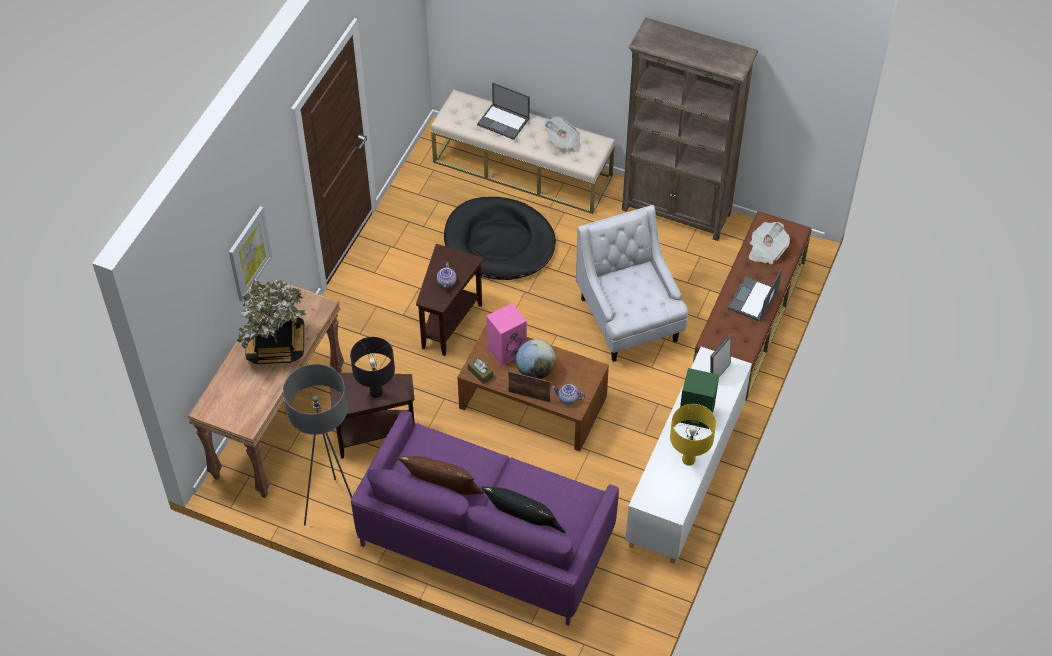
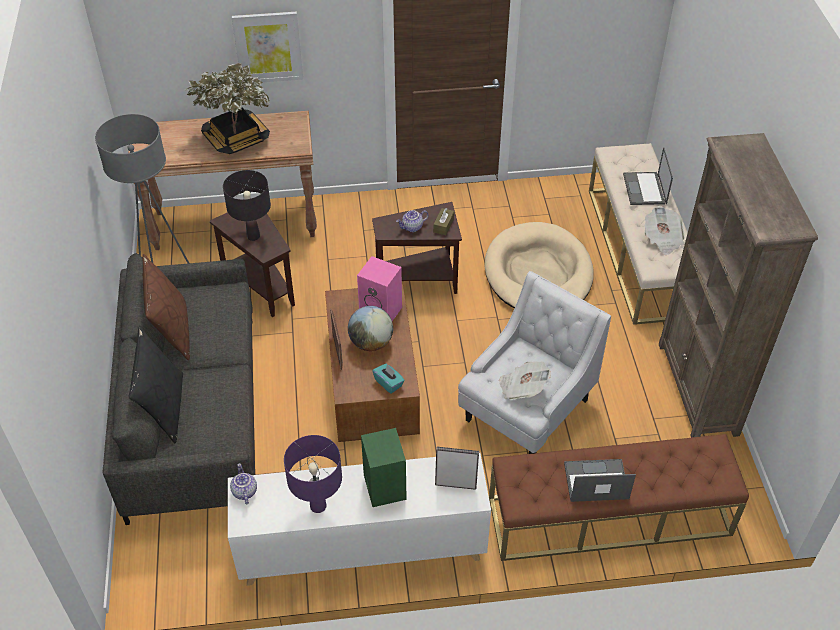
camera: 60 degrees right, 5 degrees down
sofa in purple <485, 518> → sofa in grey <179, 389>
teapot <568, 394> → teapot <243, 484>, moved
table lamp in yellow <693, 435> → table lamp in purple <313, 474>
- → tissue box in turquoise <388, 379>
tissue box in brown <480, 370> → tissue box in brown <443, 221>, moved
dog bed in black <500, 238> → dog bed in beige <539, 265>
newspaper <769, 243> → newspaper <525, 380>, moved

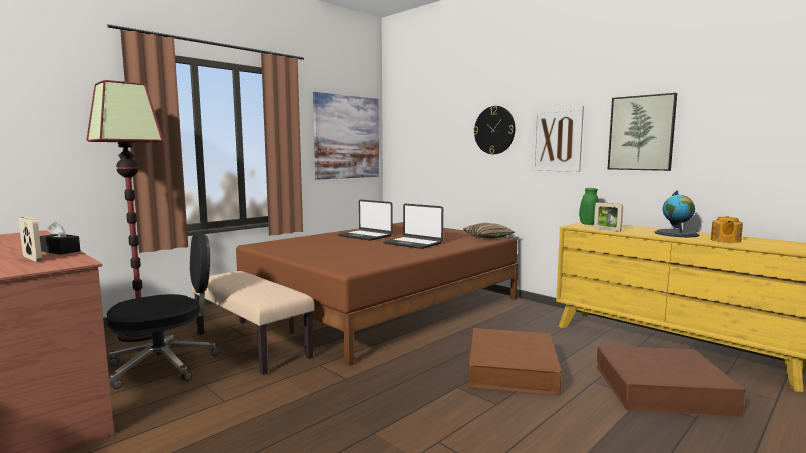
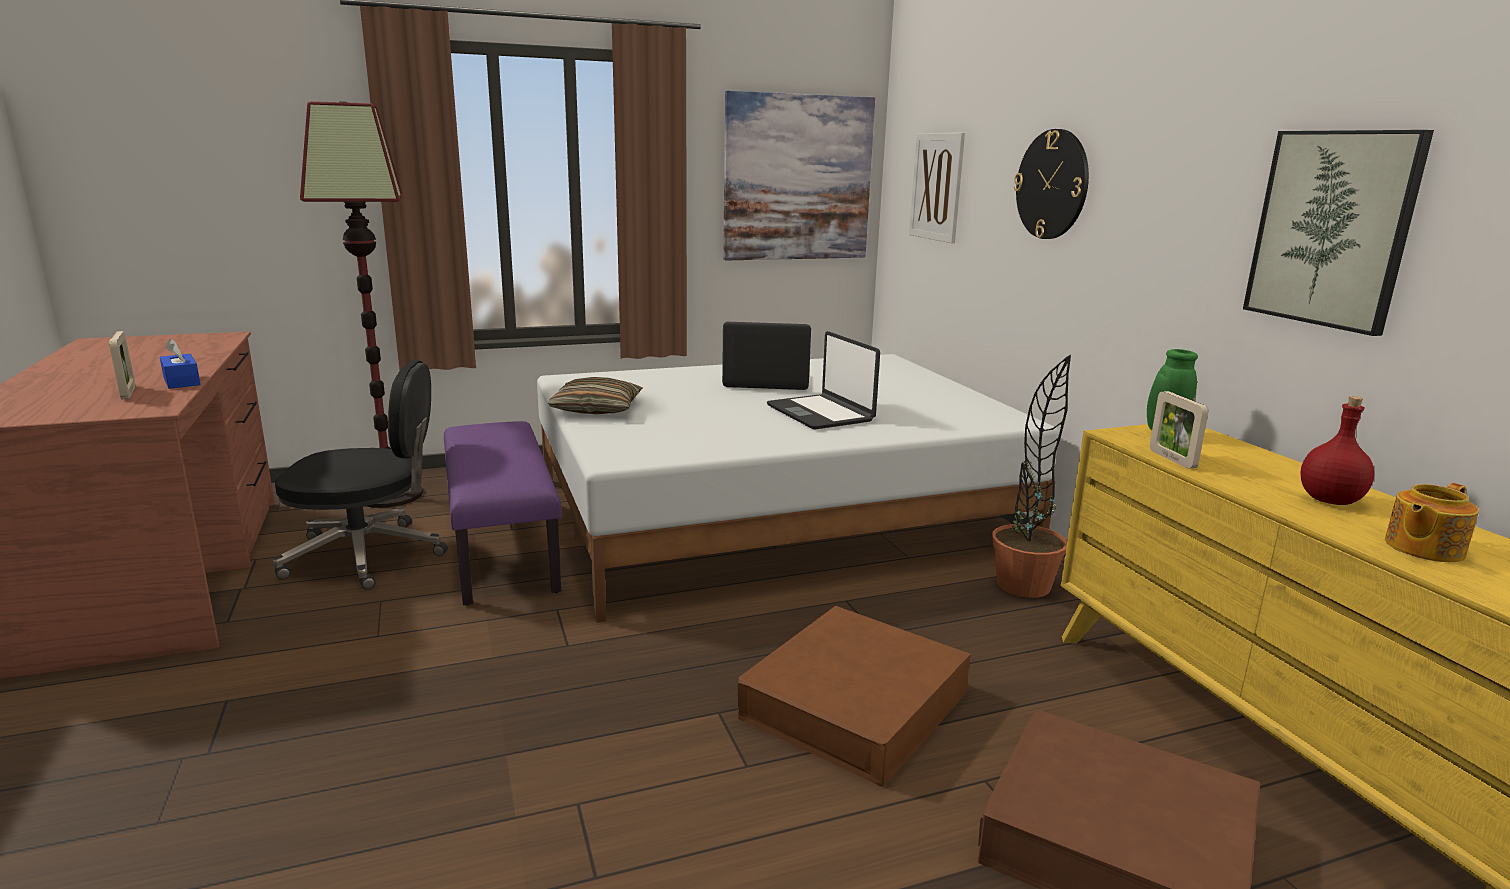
camera: 25 degrees right, 10 degrees up
tissue box in black <60, 238> → tissue box in blue <180, 364>
bench in beige <253, 323> → bench in purple <503, 513>
bed in brown <377, 294> → bed in white <798, 488>
pillow <489, 231> → pillow <595, 395>, moved
laptop <365, 220> → laptop <766, 356>, 120 degrees clockwise
picture <558, 139> → picture <937, 188>, moved
- → potted plant <1031, 476>
globe <676, 214> → bottle in red <1337, 450>

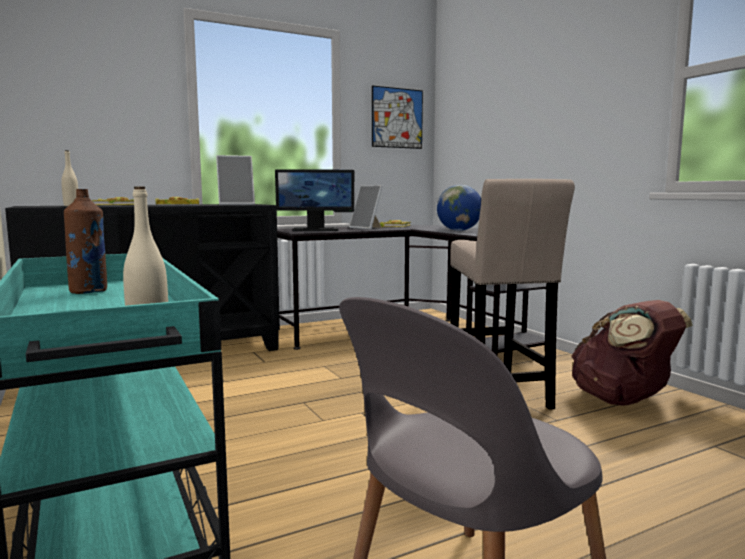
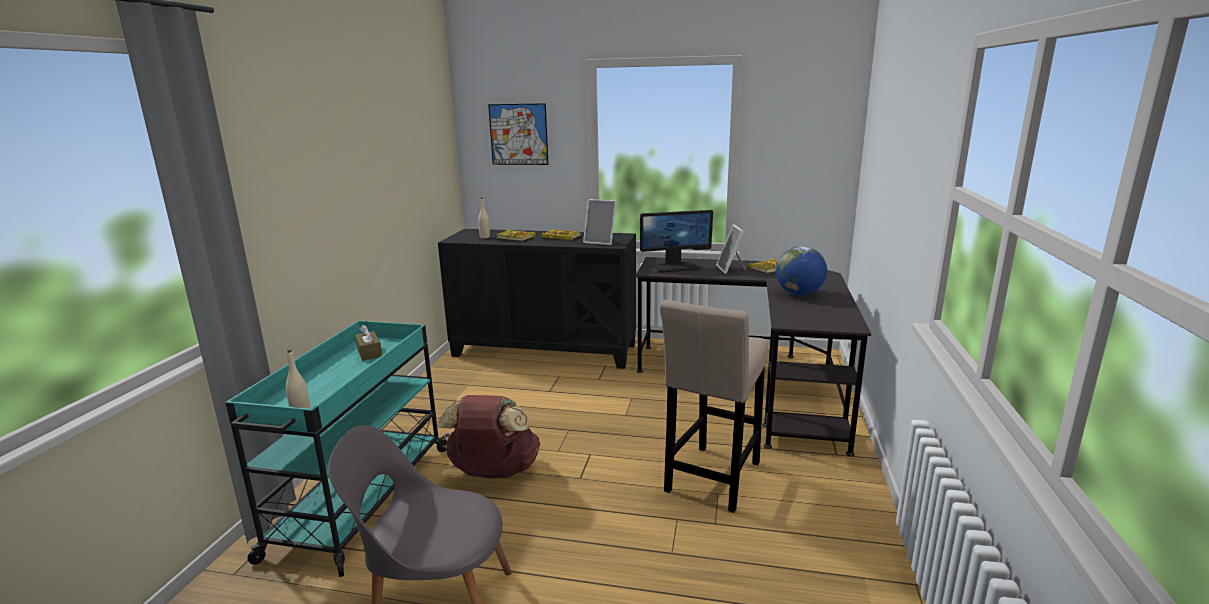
camera: 40 degrees right, 10 degrees up
bottle in brown <85, 241> → tissue box in brown <368, 342>
backpack in brown <632, 353> → backpack in brown <488, 436>, moved
picture <397, 117> → picture <518, 134>, moved
monitor <314, 200> → monitor <676, 241>, 45 degrees counterclockwise

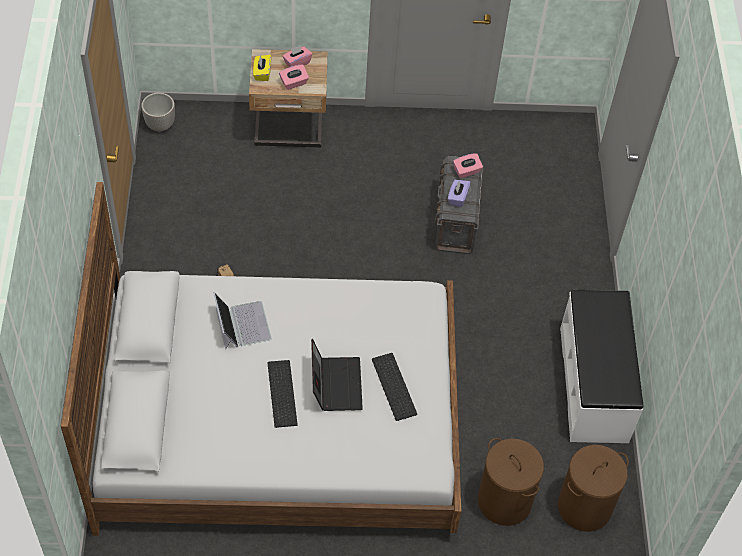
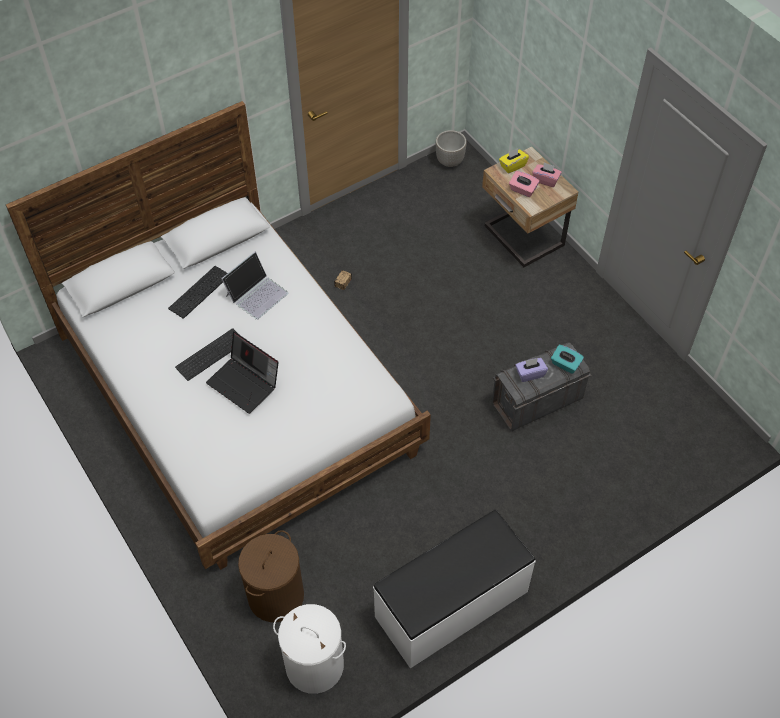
camera: 60 degrees right, 0 degrees up
keyboard <394, 387> → keyboard <198, 292>, moved
laptop <337, 374> → laptop <242, 373>, 75 degrees clockwise
laundry basket in brown <593, 488> → laundry basket in white <309, 649>
tissue box in pink <468, 165> → tissue box in turquoise <567, 359>

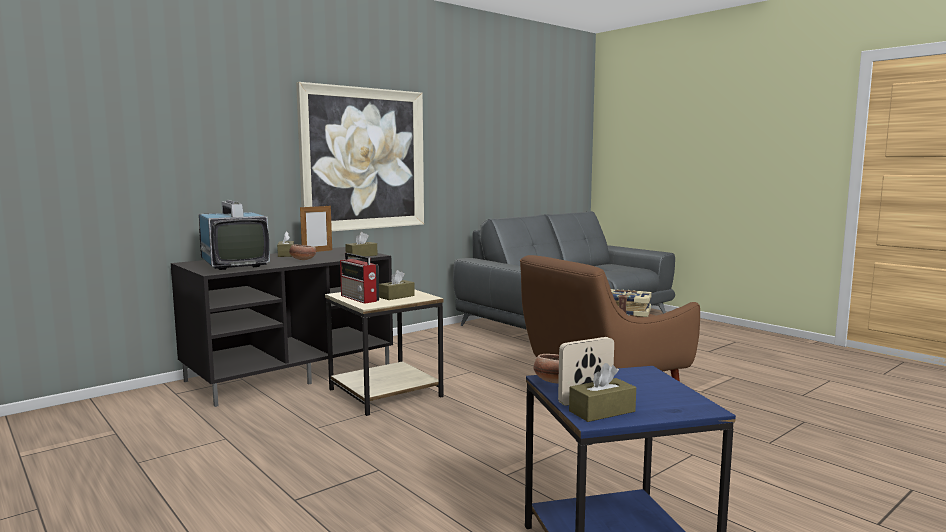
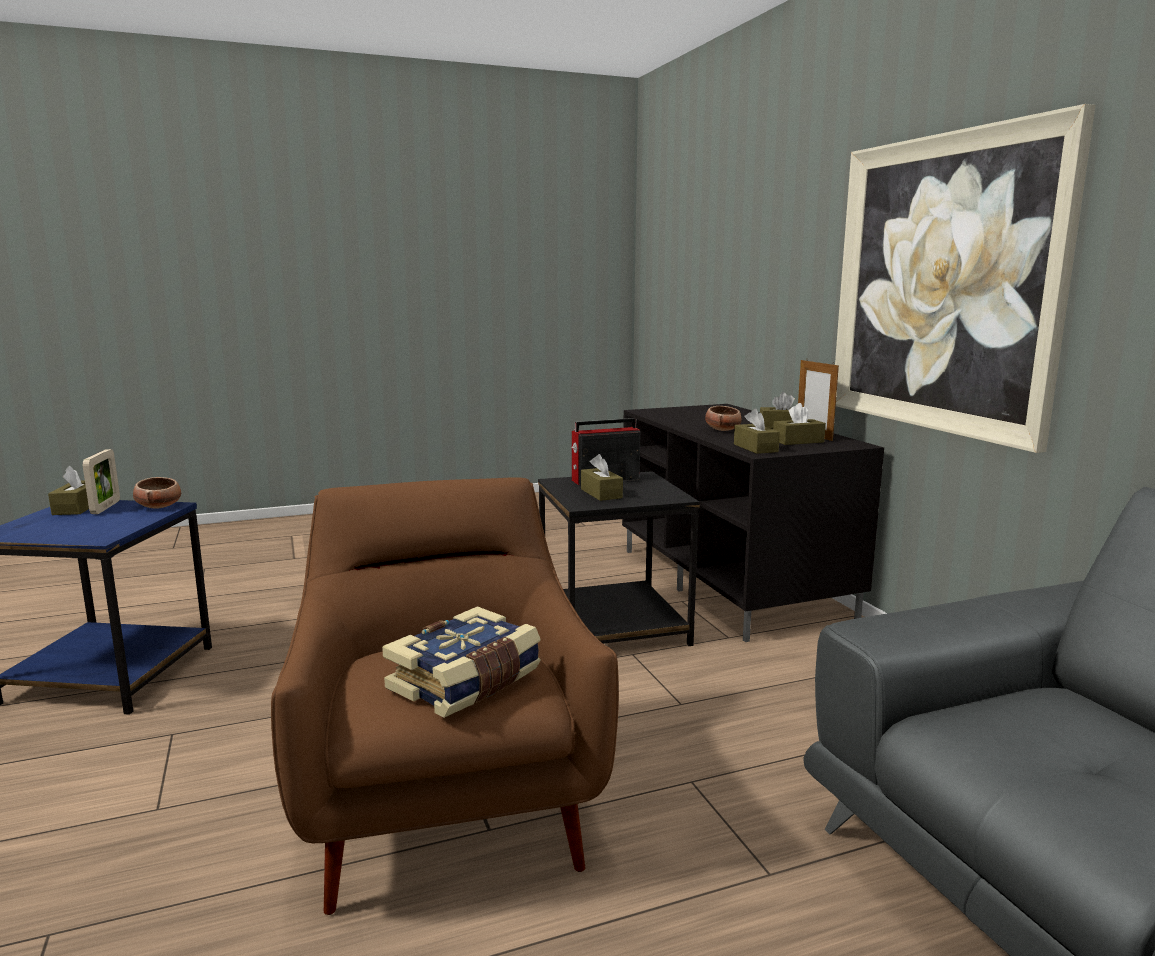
camera: 110 degrees right, 5 degrees up
side table in beige <384, 353> → side table in black <619, 558>
- → tissue box in brown <799, 424>
television <234, 235> → -

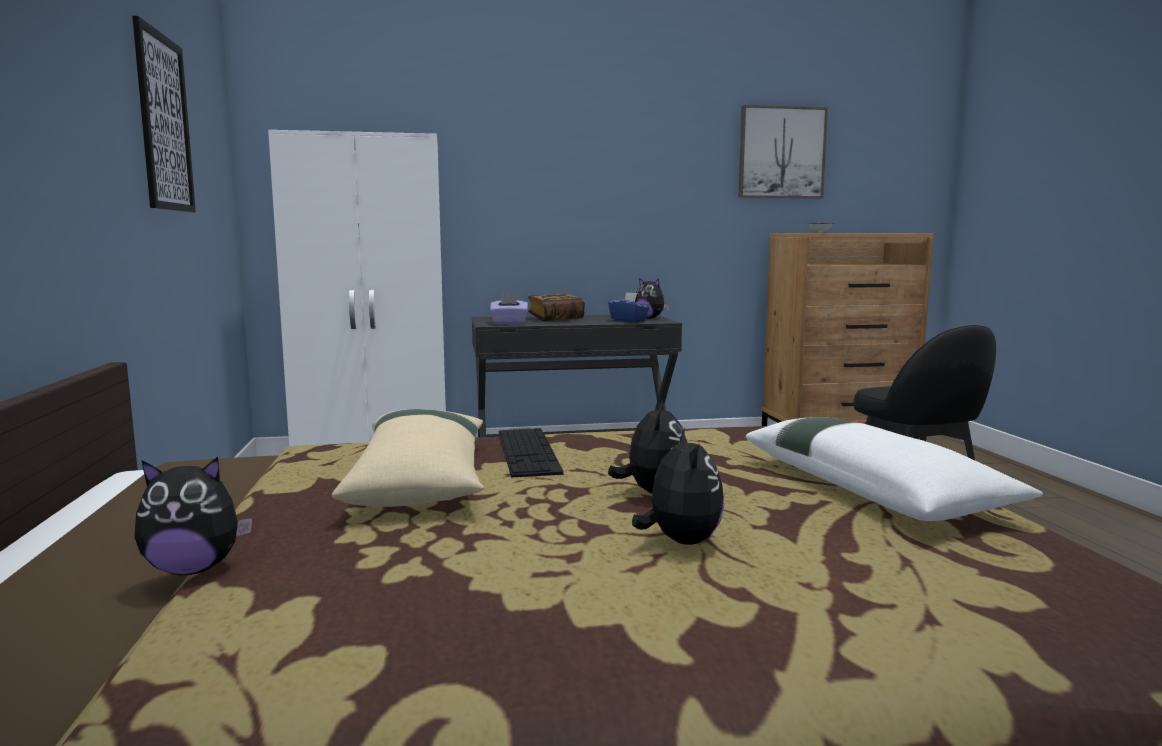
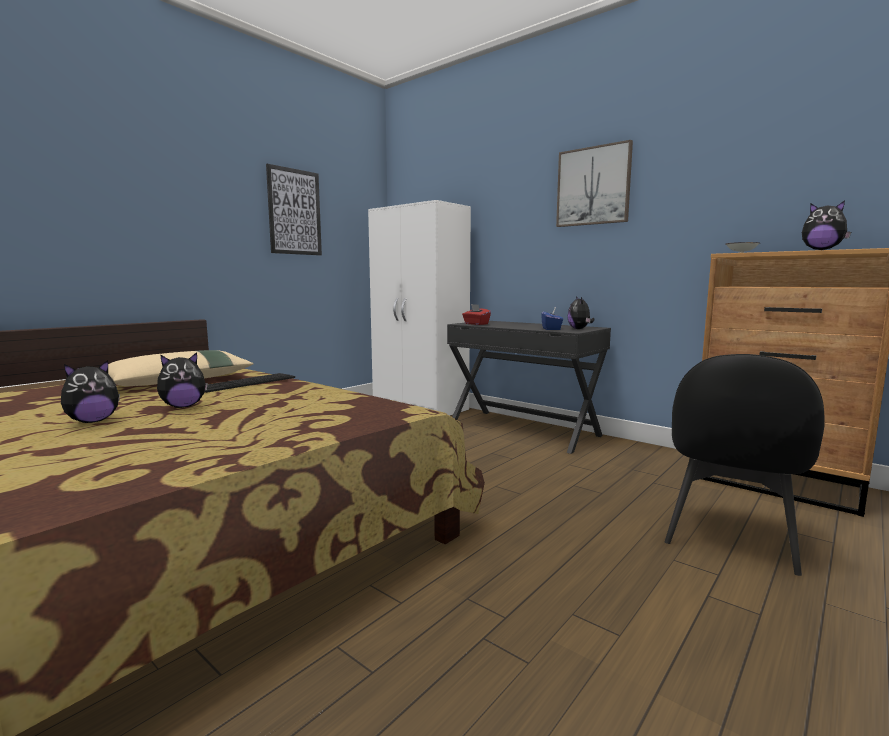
camera: 50 degrees right, 0 degrees up
tissue box in purple <509, 309> → tissue box in red <476, 314>
picture <783, 151> → picture <594, 183>, moved
plush toy <193, 516> → plush toy <826, 225>, moved
book <556, 307> → -
pillow in white <894, 469> → -

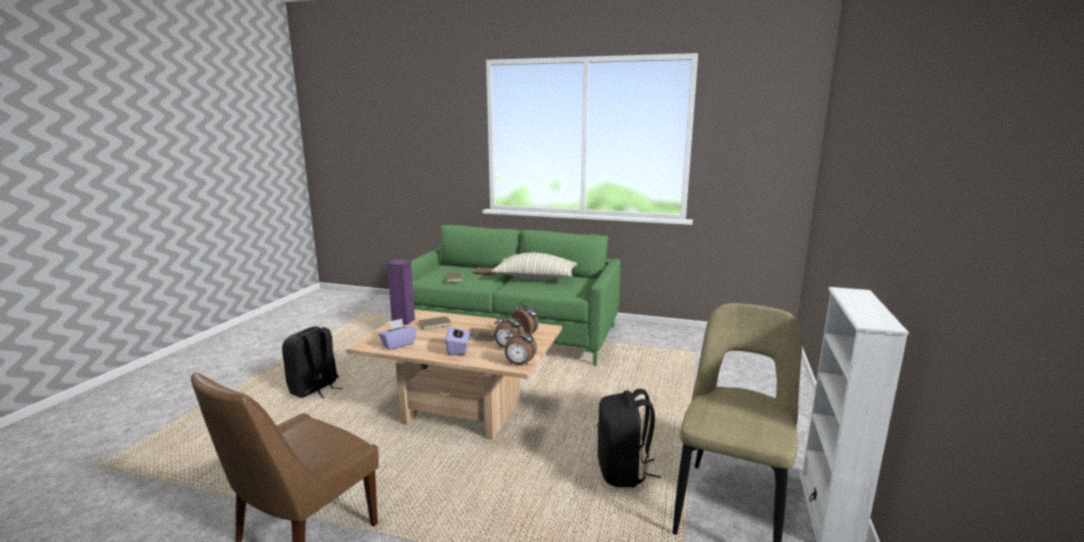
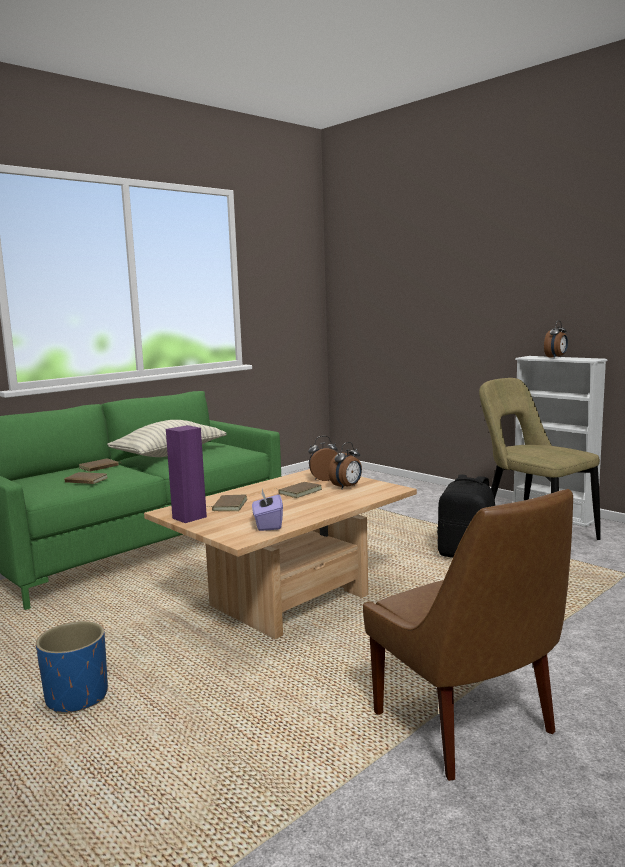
camera: 60 degrees left, 5 degrees down
backpack in black <312, 362> → planter in blue <72, 667>
alarm clock <520, 345> → alarm clock <556, 339>, moved
tissue box in purple <458, 339> → -

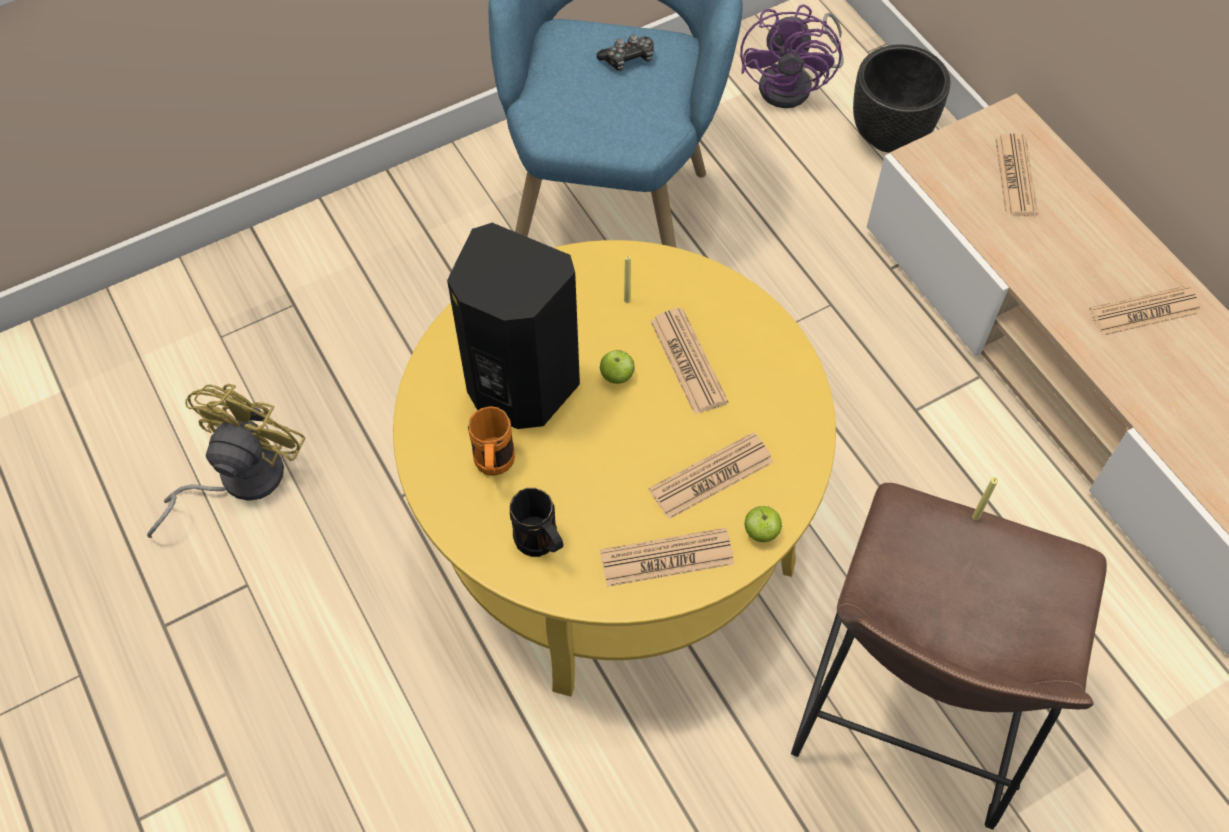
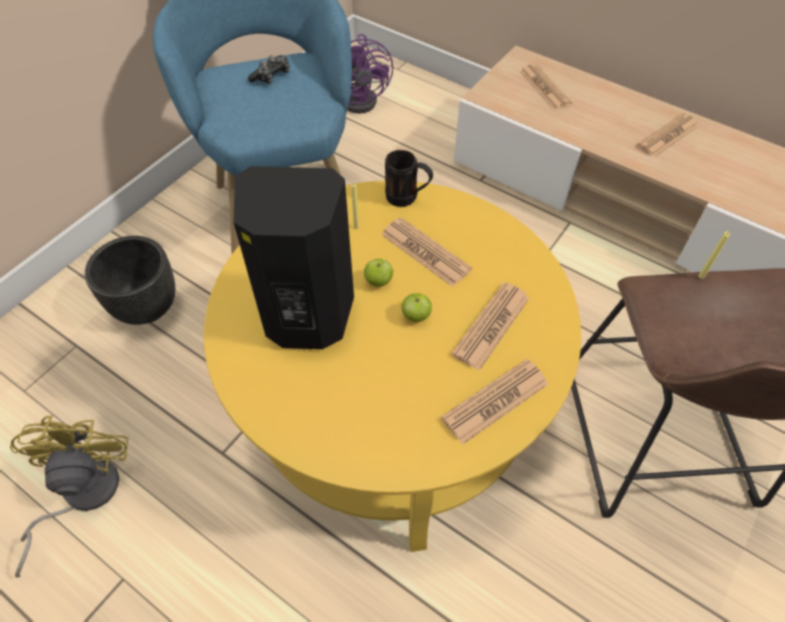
camera: 25 degrees left, 5 degrees down
planter in black <901, 99> → planter in black <130, 280>, moved
mug in black <536, 522> → mug in black <409, 178>, moved
apple <763, 524> → apple <417, 307>, moved
mug in orange <491, 441> → -

